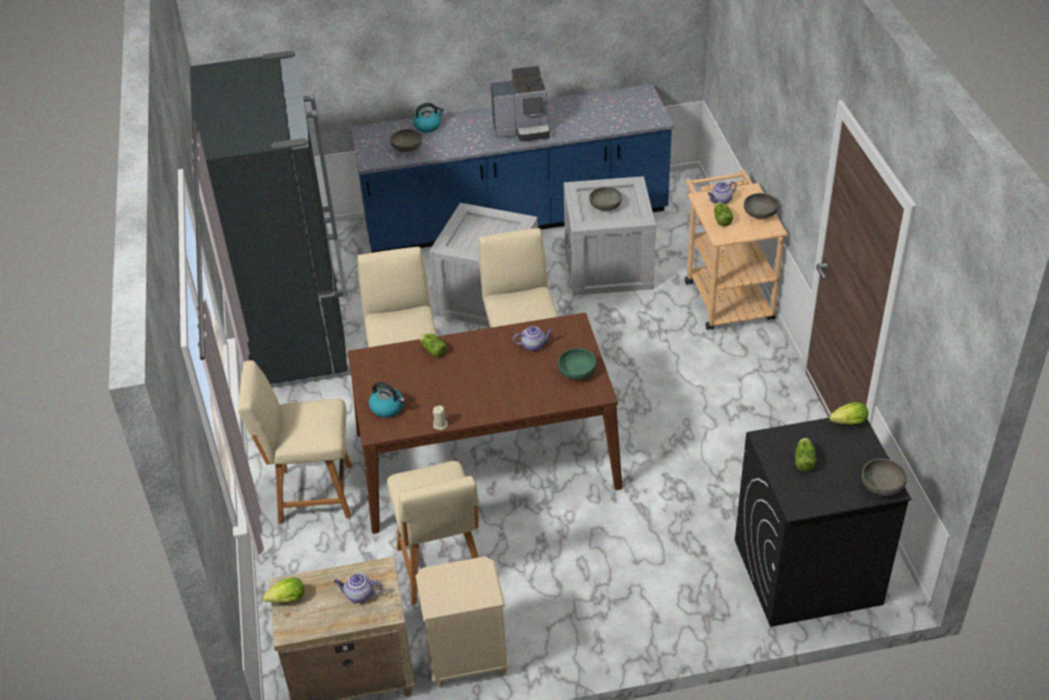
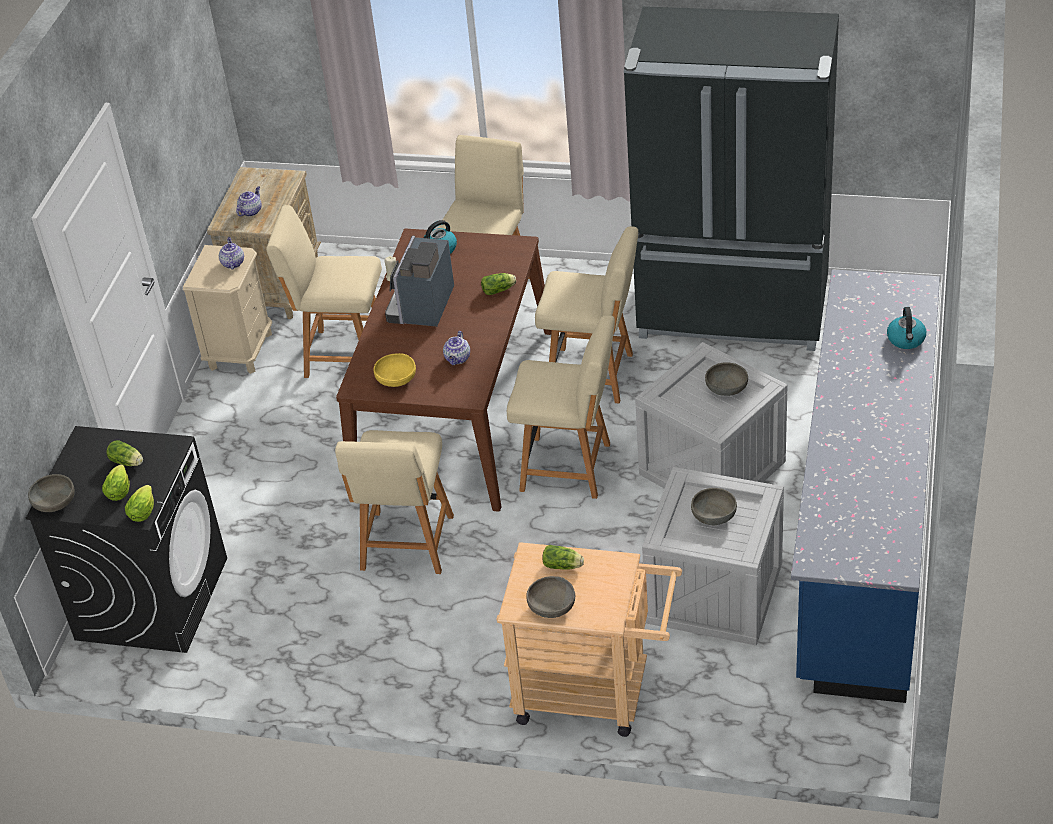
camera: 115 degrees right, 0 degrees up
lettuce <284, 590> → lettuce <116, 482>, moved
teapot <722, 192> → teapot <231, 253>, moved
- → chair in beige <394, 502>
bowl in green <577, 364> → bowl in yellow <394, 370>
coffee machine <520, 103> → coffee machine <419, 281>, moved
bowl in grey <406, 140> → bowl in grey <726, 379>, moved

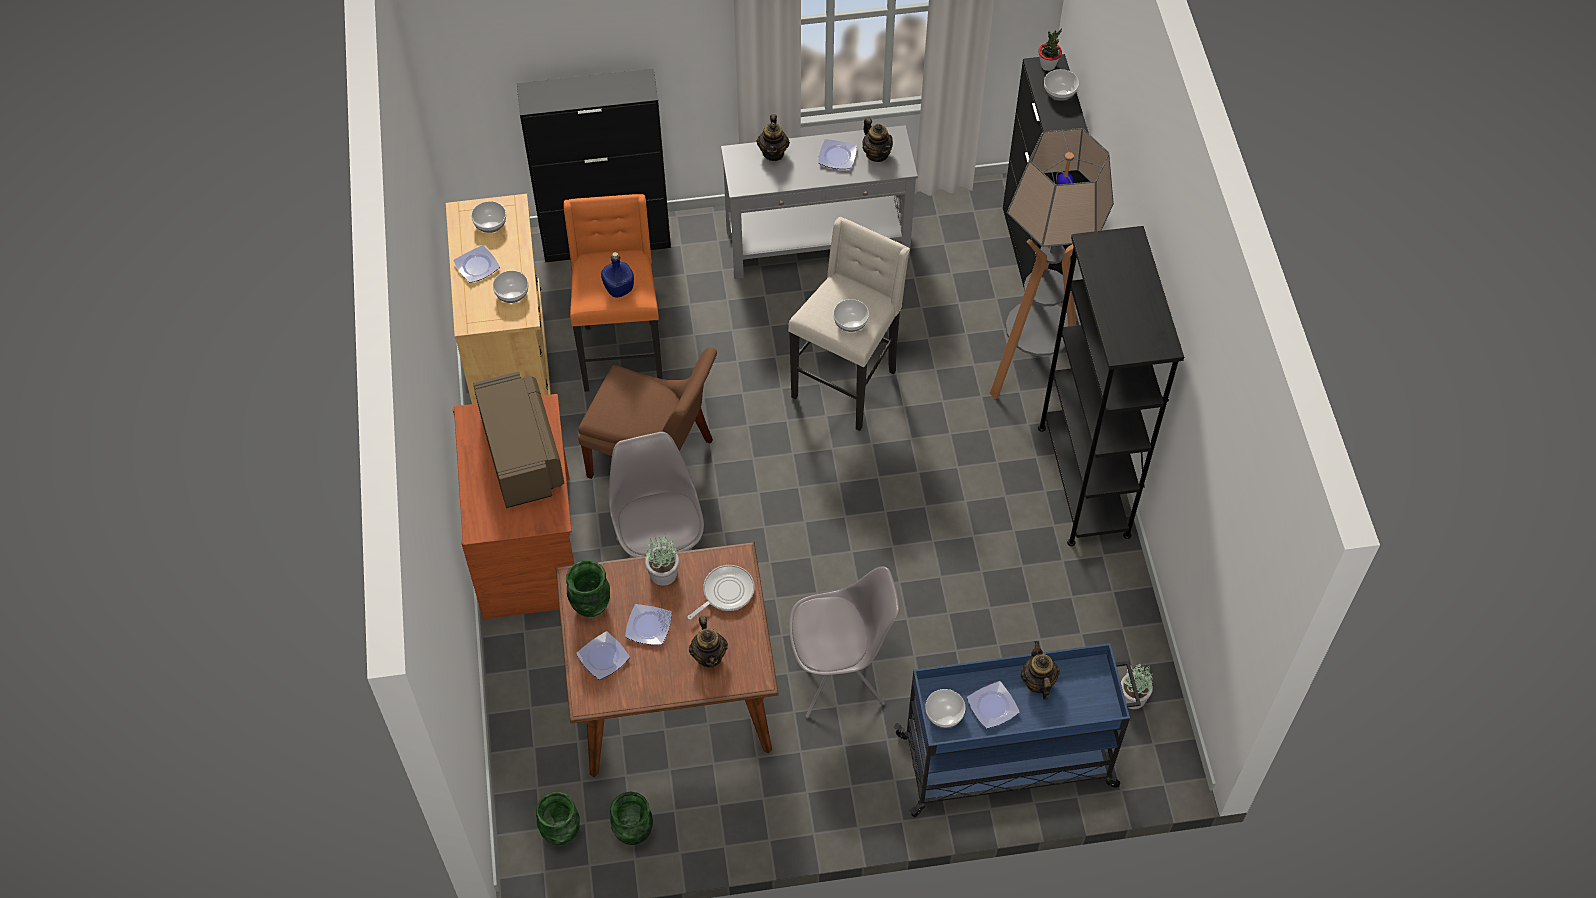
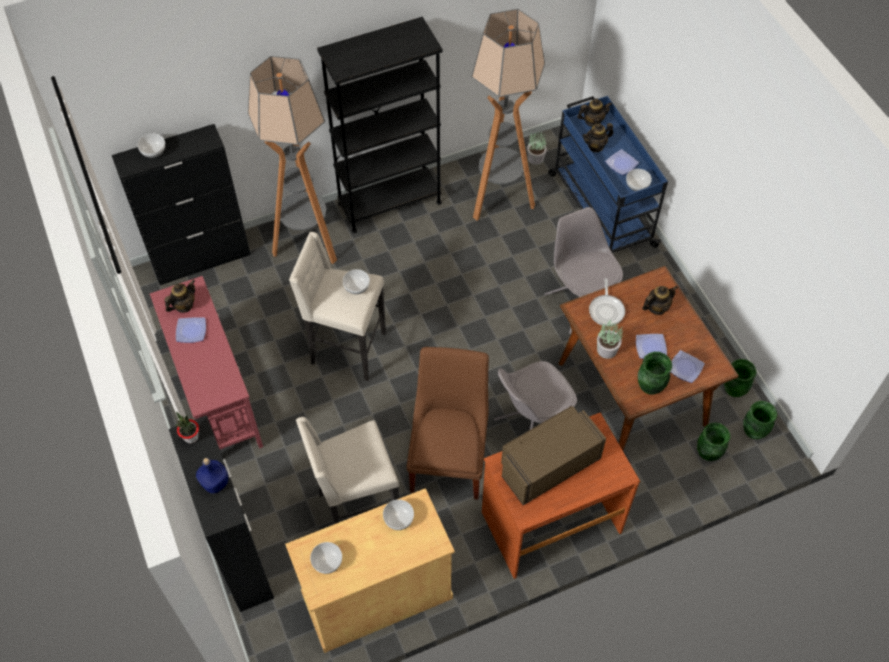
camera: 105 degrees left, 0 degrees up
console table in grey <819, 202> → console table in red <206, 362>
potted plant <1050, 49> → potted plant <187, 427>, moved
bottle in blue <617, 275> → bottle in blue <212, 476>, moved
stool in orange <613, 293> → stool in beige <347, 470>
- → floor lamp <508, 115>
teapot <773, 137> → teapot <594, 113>, moved
frying pan <721, 592> → frying pan <607, 302>, 120 degrees counterclockwise
- → vase in green <713, 441>
plate <476, 264> → -

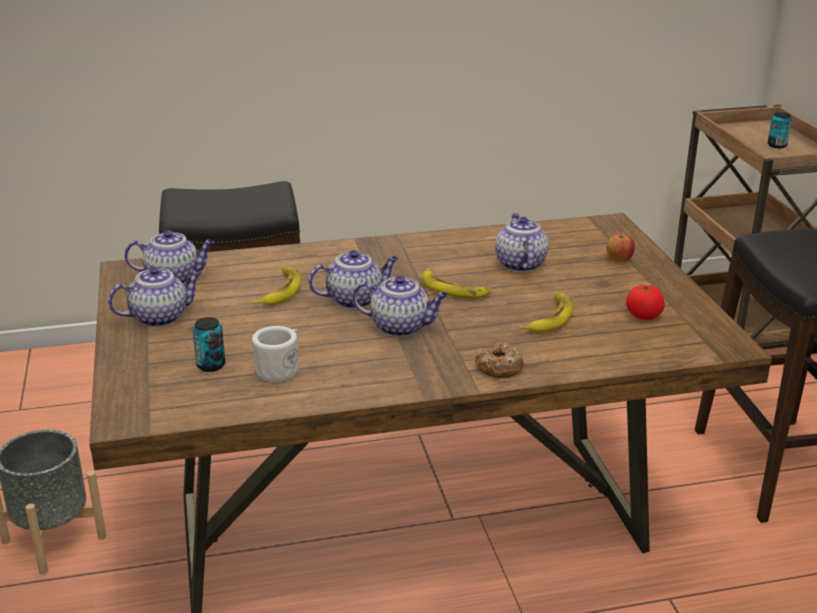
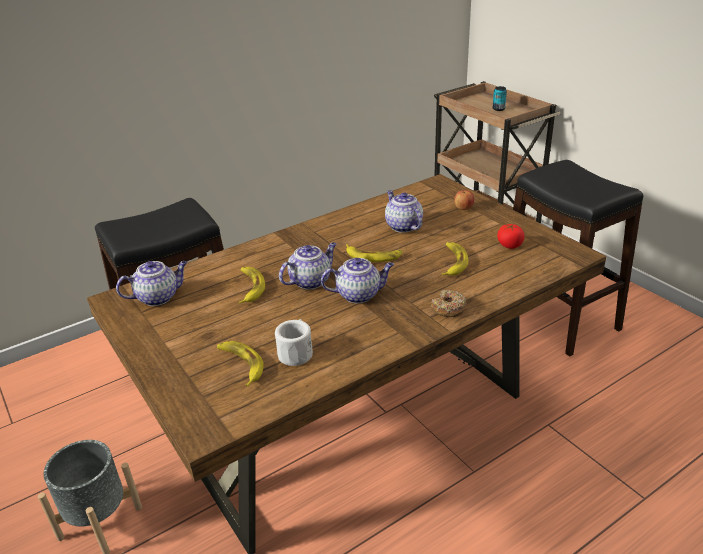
camera: 20 degrees left, 5 degrees up
can <209, 344> → banana <240, 363>
teapot <155, 297> → -

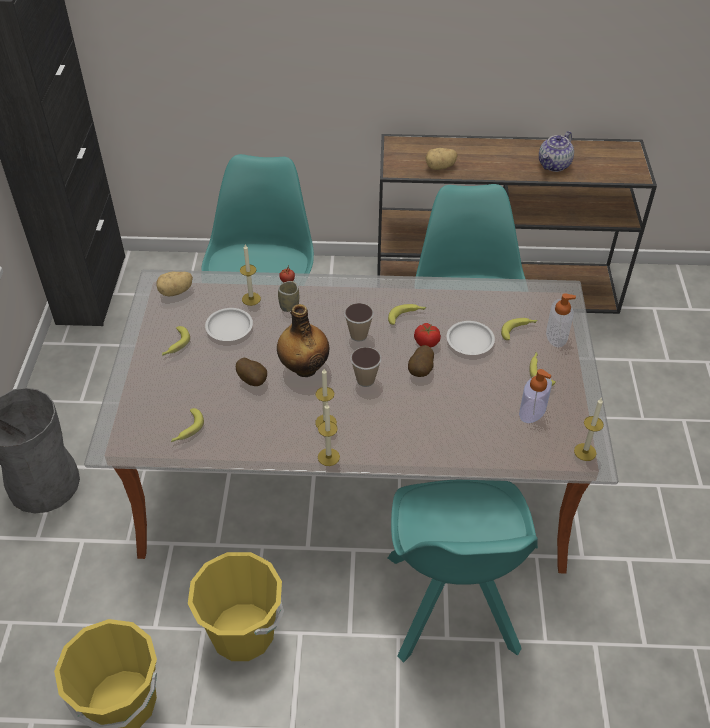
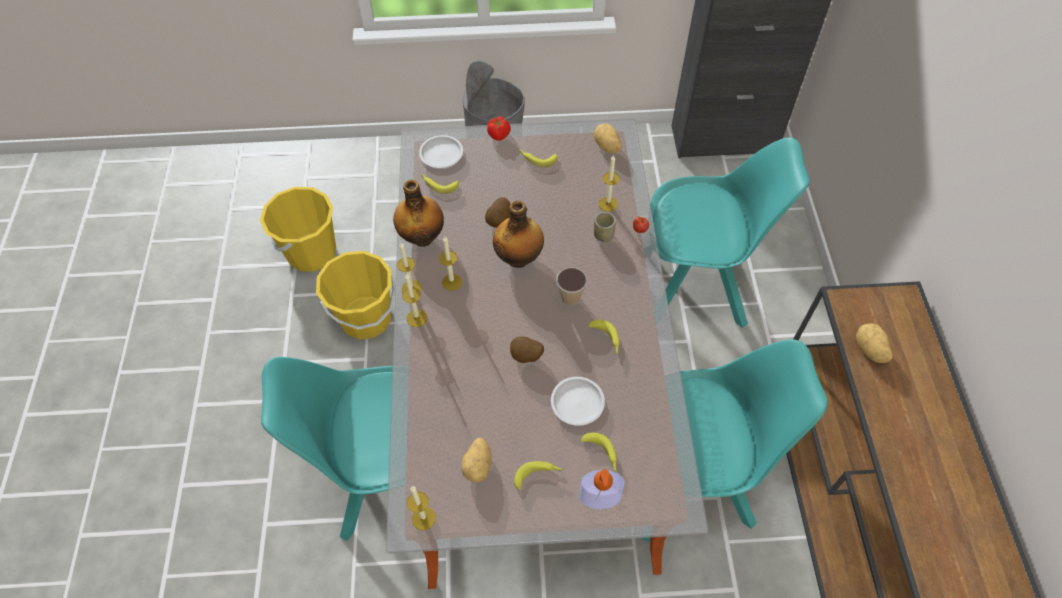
camera: 85 degrees right, 10 degrees up
- → bottle <418, 213>
- → candle <414, 300>
plate in white <229, 324> → plate in white <441, 151>, moved
soap dispenser <535, 396> → potato <477, 460>
tomato <427, 335> → tomato <499, 128>, moved
cup <365, 367> → -
teapot <556, 151> → -

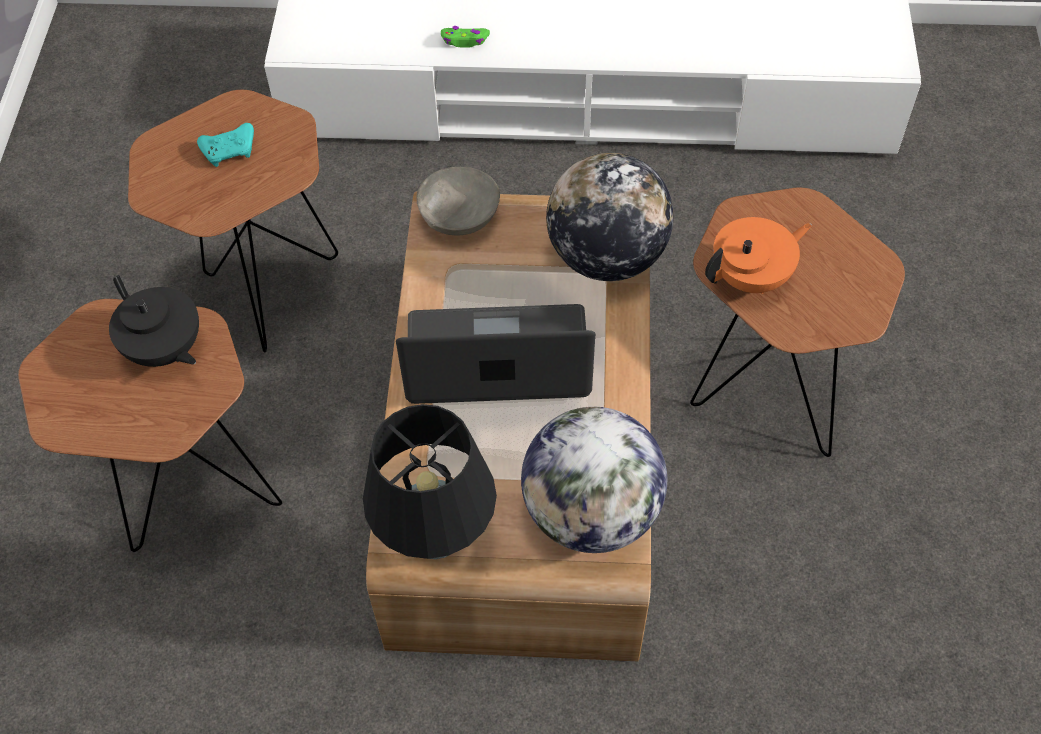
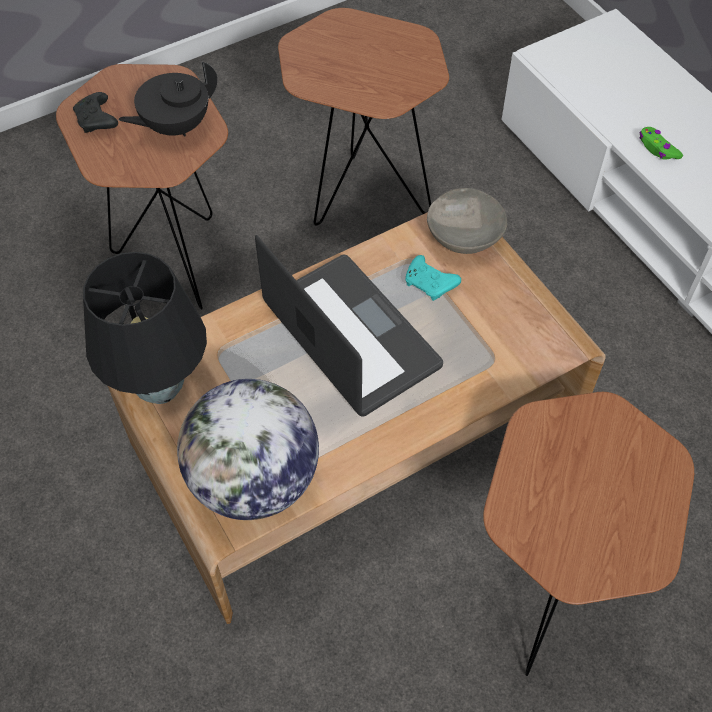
camera: 55 degrees right, 0 degrees up
- → game controller in black <95, 112>
teapot in black <154, 321> → teapot in black <167, 99>, 45 degrees clockwise
game controller in turquoise <225, 145> → game controller in turquoise <433, 278>, moved
globe <610, 217> → -
teapot in orange <758, 255> → -

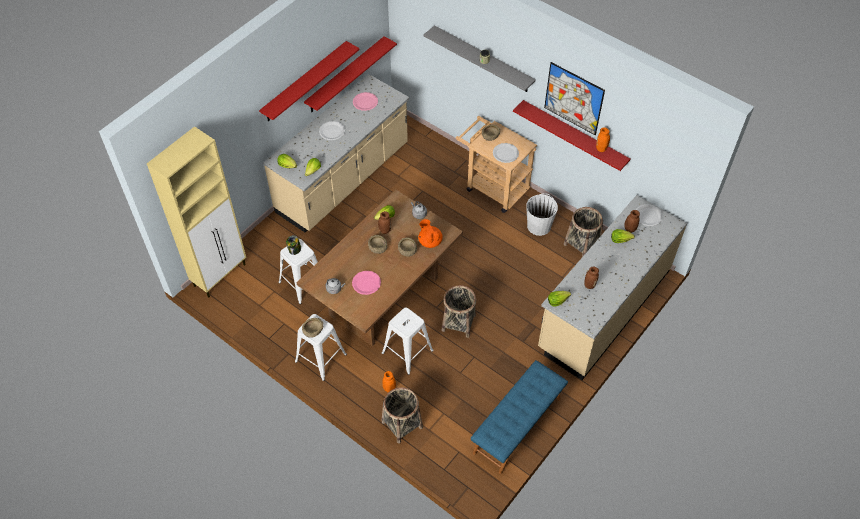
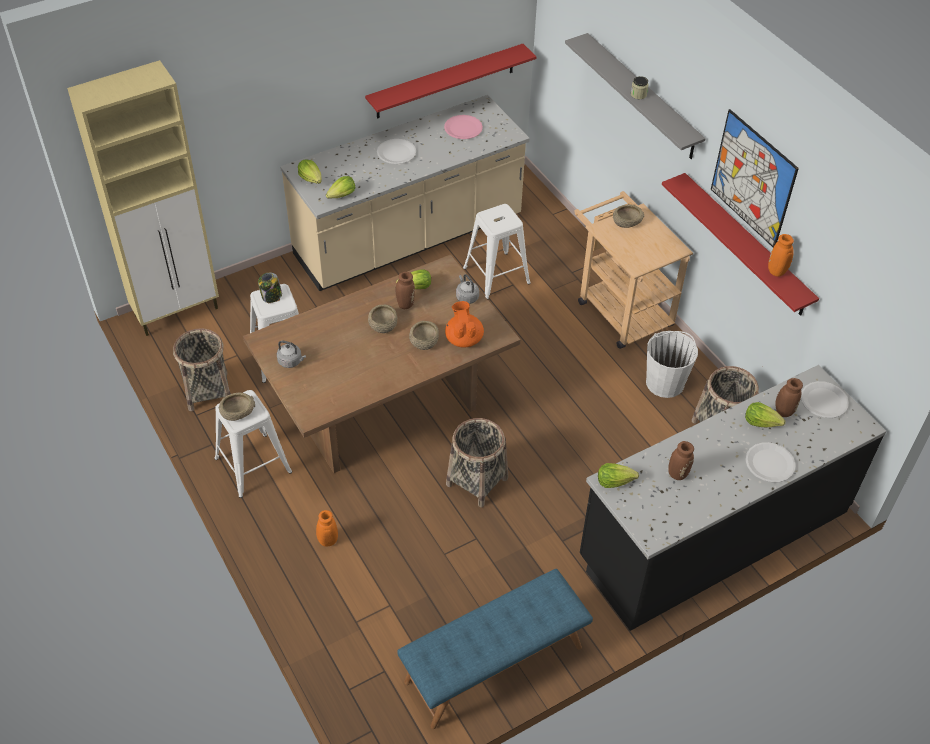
camera: 20 degrees right, 5 degrees down
basket <402, 415> → basket <202, 369>, moved
stool in white <408, 341> → stool in white <497, 251>, moved
counter in beige <612, 287> → counter in black <733, 498>
plate in white <506, 153> → plate in white <771, 462>, moved
shelf in red <309, 81> → -
plate in pink <366, 283> → -

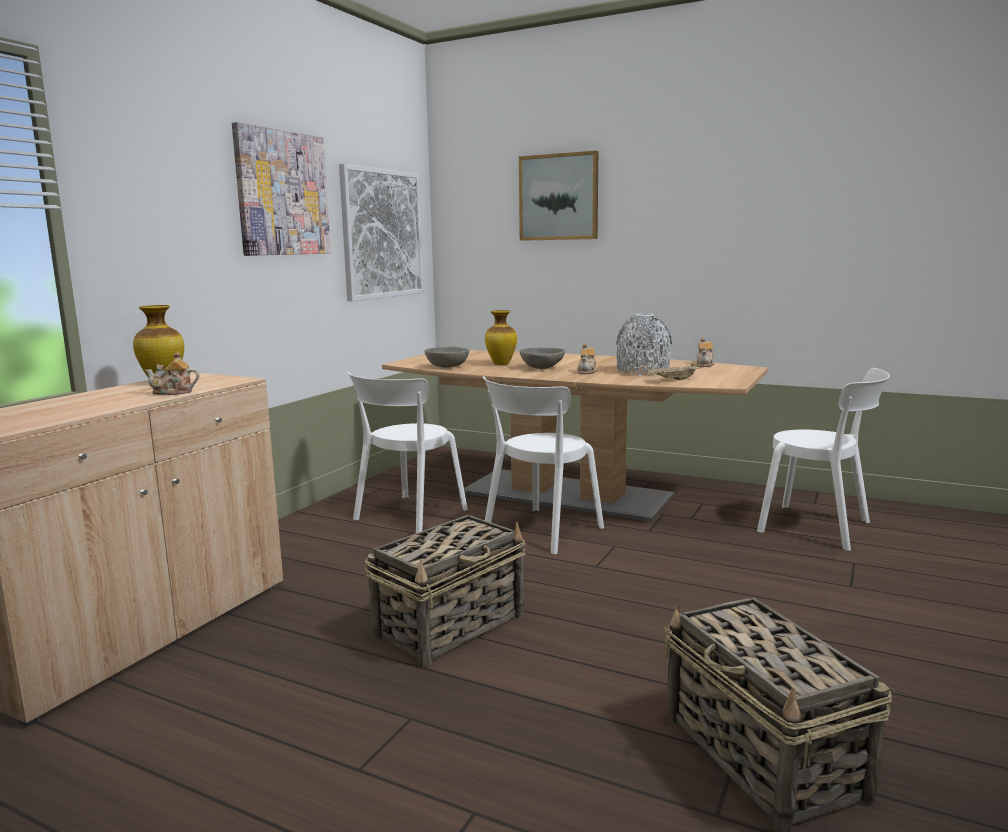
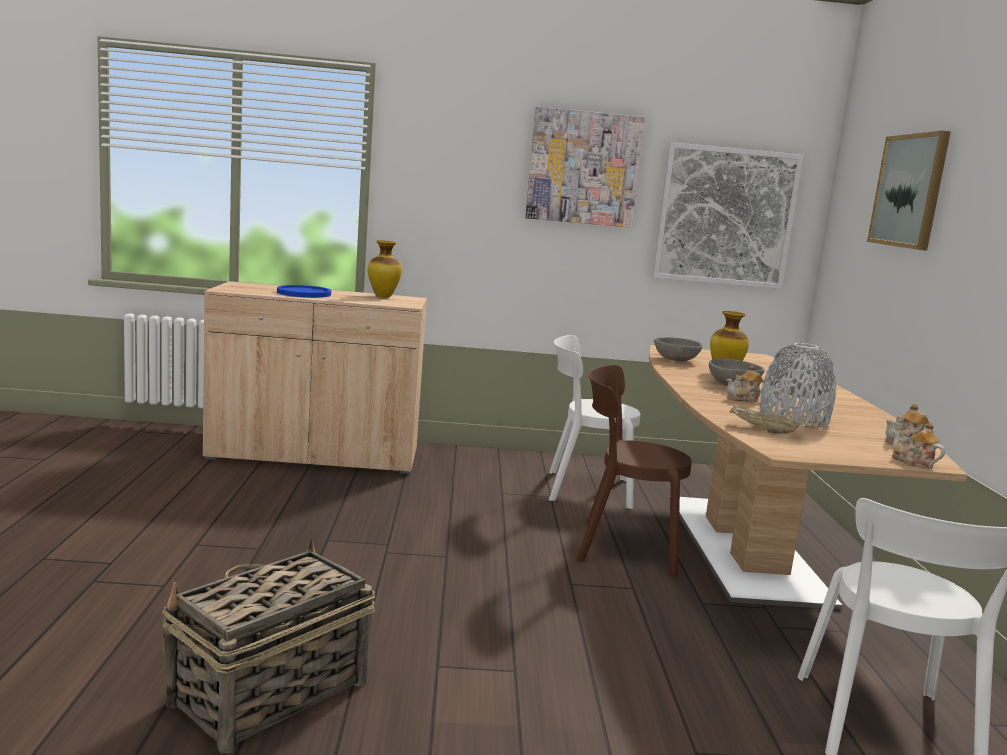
camera: 60 degrees right, 0 degrees up
- → plate in blue <304, 291>
chair in white <543, 465> → chair in brown <633, 471>
teapot <172, 373> → teapot <918, 445>, moved
basket <445, 591> → -

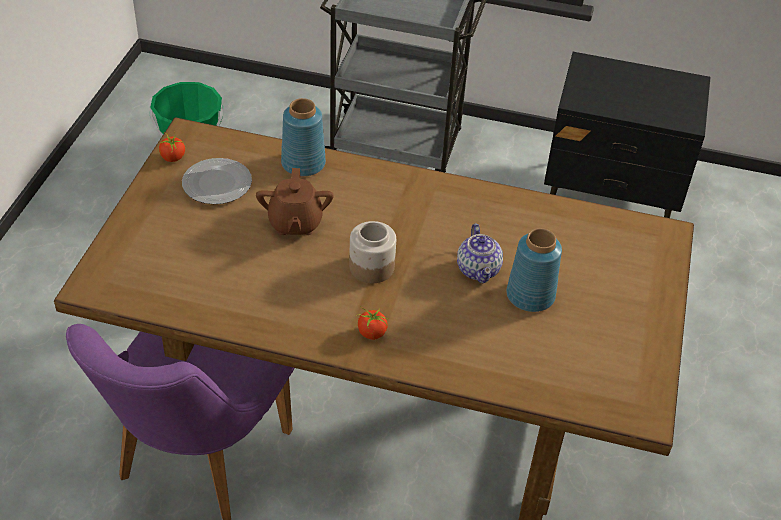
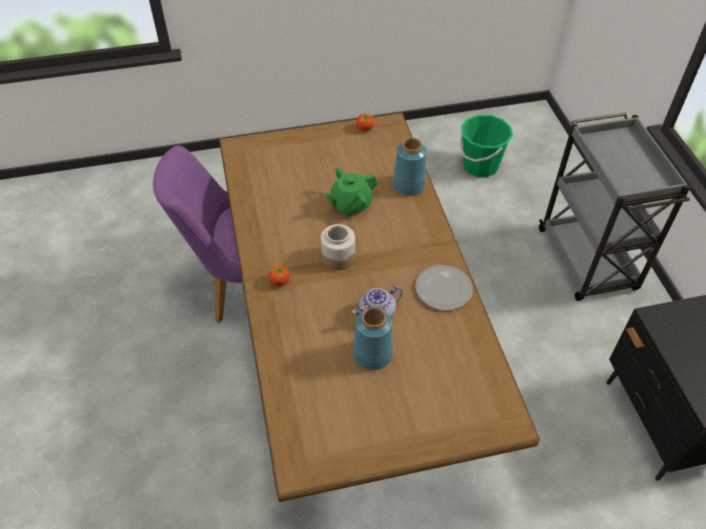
camera: 65 degrees right, 5 degrees up
teapot in brown <295, 201> → teapot in green <351, 192>
plate <217, 181> → plate <444, 287>, moved

